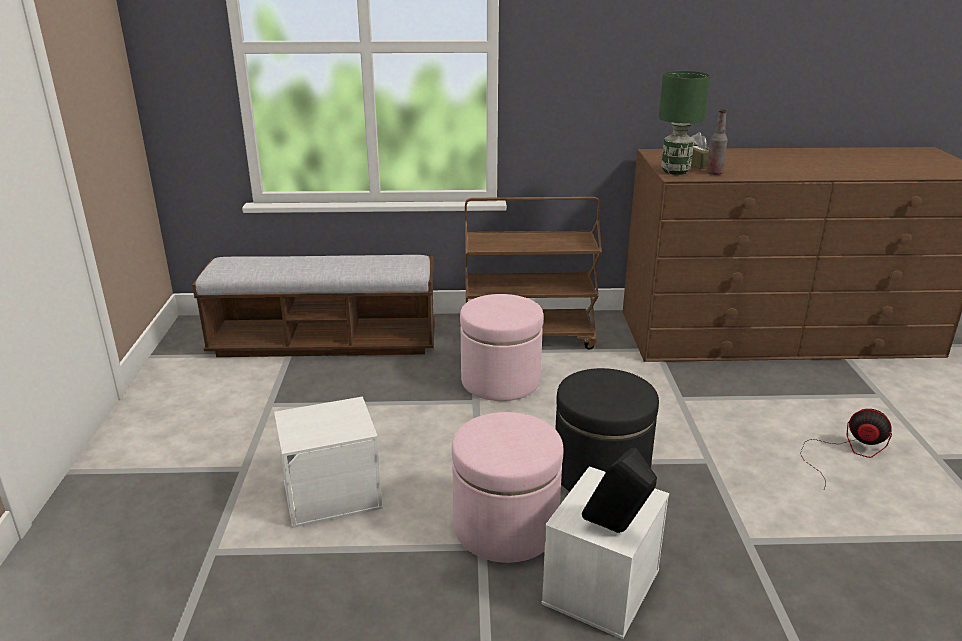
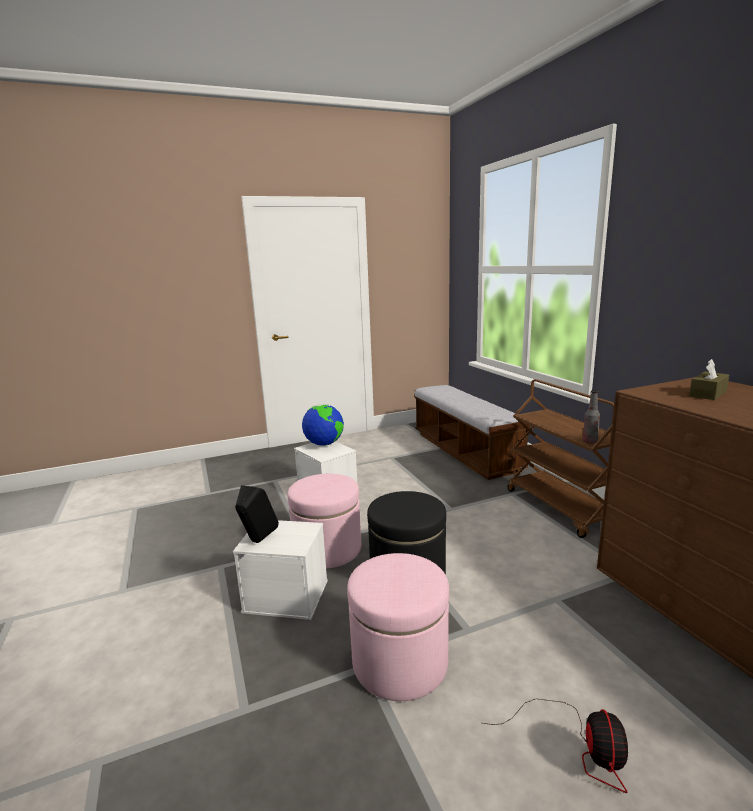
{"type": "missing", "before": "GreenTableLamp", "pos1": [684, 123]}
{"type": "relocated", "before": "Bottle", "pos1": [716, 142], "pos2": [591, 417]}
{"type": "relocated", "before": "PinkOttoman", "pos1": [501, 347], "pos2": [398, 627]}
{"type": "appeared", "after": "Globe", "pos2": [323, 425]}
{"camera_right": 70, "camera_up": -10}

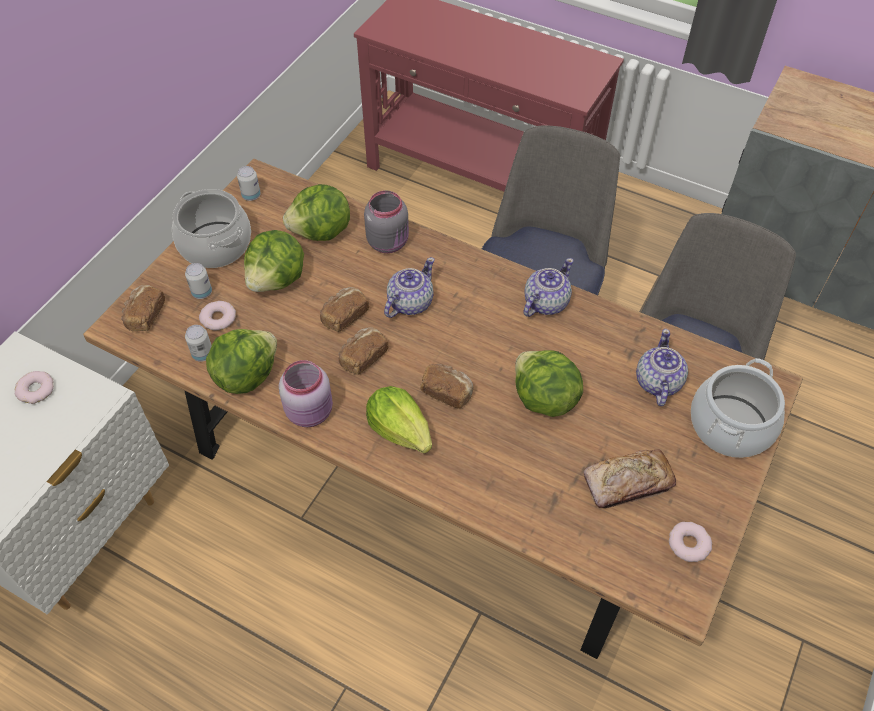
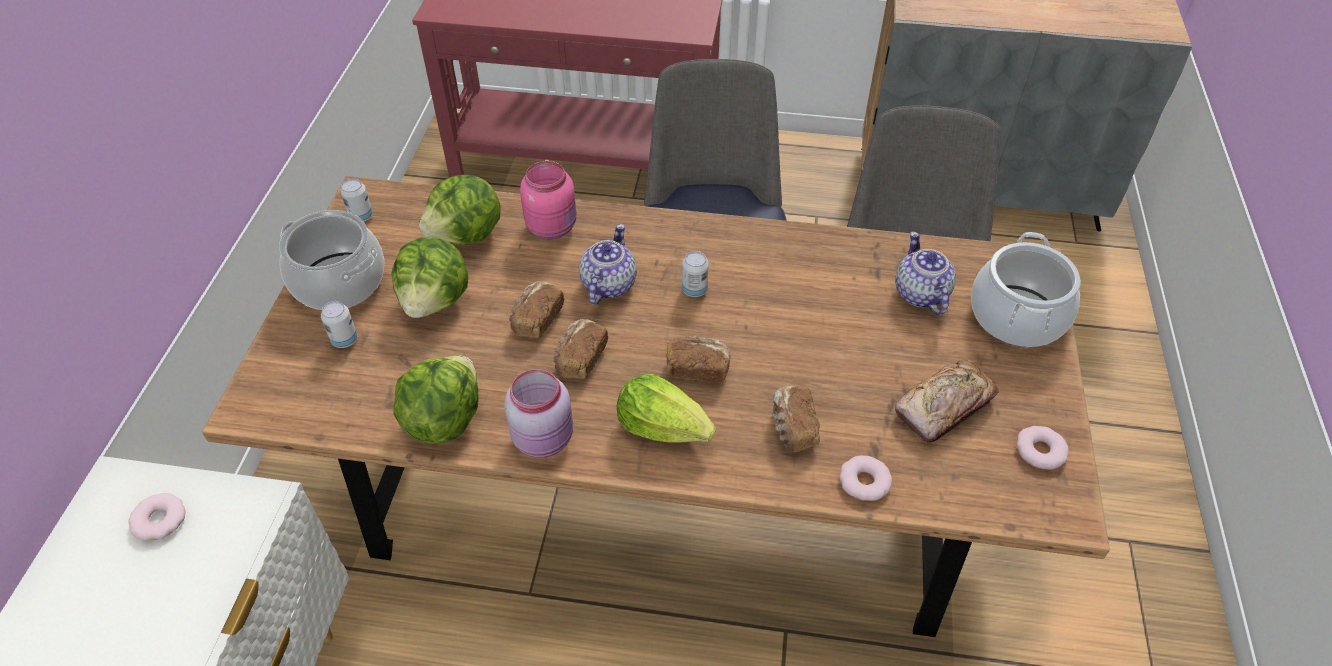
{"type": "colour", "before": "GreyJar", "after": "PinkJar", "pos1": [386, 221], "pos2": [548, 200]}
{"type": "missing", "before": "Teapot", "pos1": [548, 287]}
{"type": "relocated", "before": "Bread", "pos1": [143, 308], "pos2": [796, 419]}
{"type": "relocated", "before": "Donut", "pos1": [217, 316], "pos2": [865, 478]}
{"type": "relocated", "before": "Can", "pos1": [198, 343], "pos2": [695, 274]}
{"type": "missing", "before": "Lettuce", "pos1": [549, 383]}
{"camera_right": -20, "camera_up": -5}

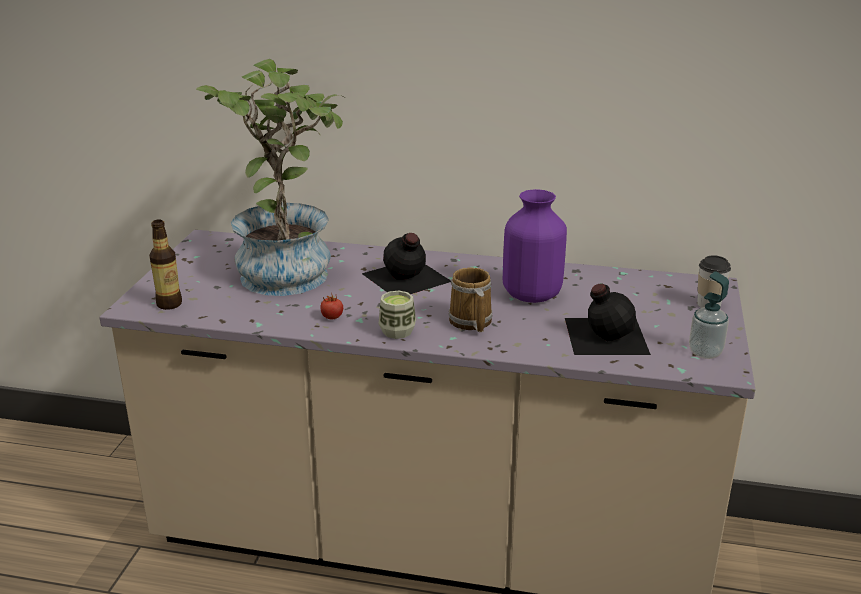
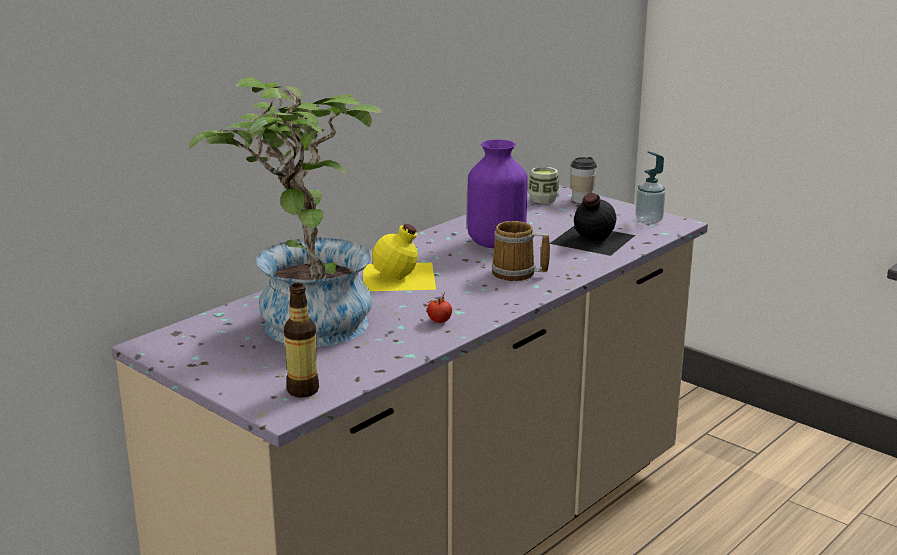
{"type": "colour", "before": "BlackBottle", "after": "YellowBottle", "pos1": [406, 263], "pos2": [399, 257]}
{"type": "relocated", "before": "Cup", "pos1": [397, 315], "pos2": [543, 185]}
{"camera_right": -60, "camera_up": -5}

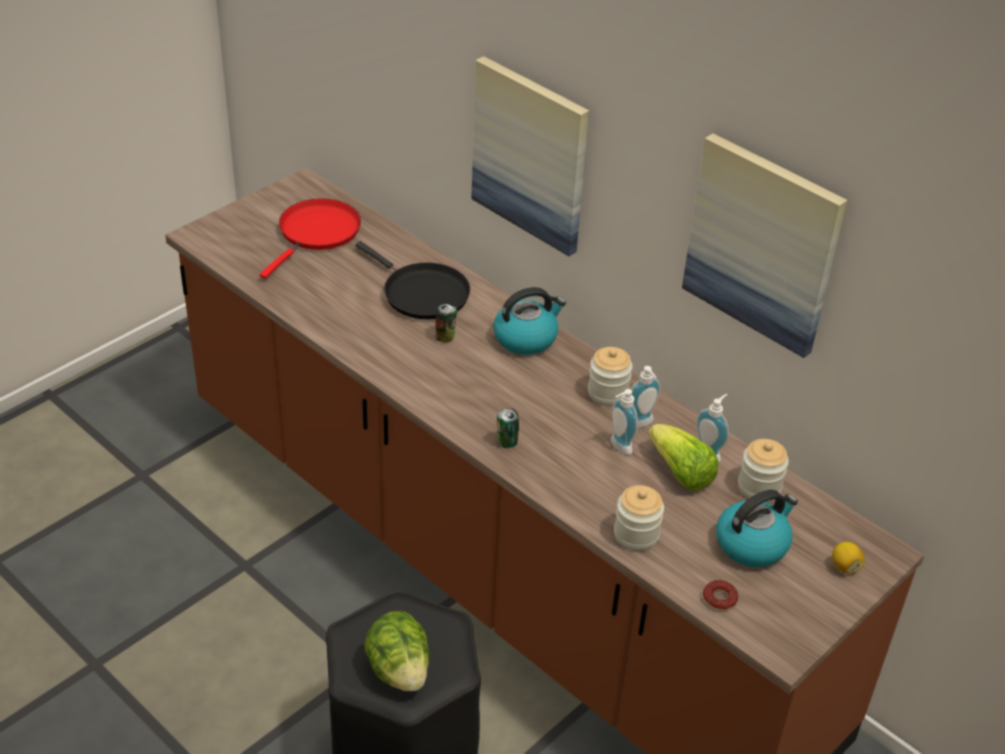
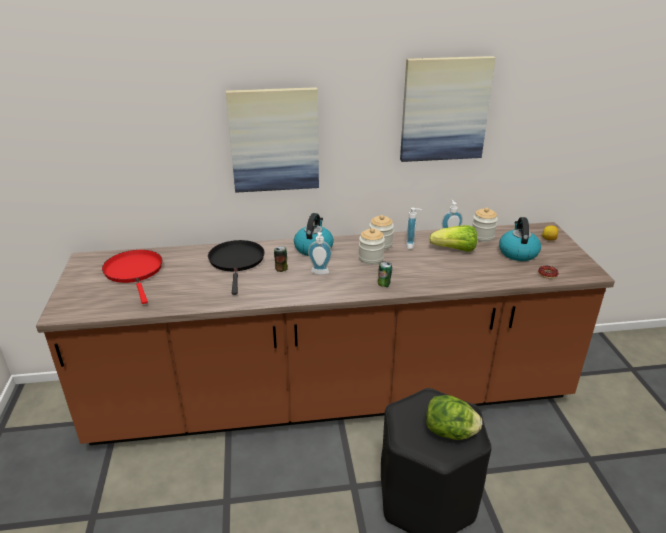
{"type": "spun", "before": "BlackFryingPan", "pos1": [412, 280], "pos2": [236, 267], "turn": -90}
{"type": "relocated", "before": "SoapDispenser", "pos1": [624, 422], "pos2": [320, 253]}
{"type": "relocated", "before": "Jar", "pos1": [639, 518], "pos2": [372, 246]}
{"camera_right": -50, "camera_up": -10}

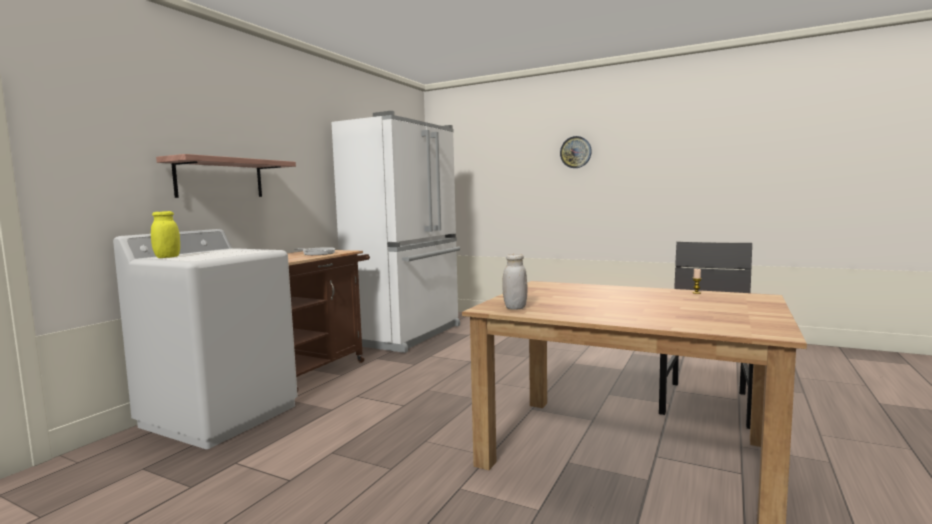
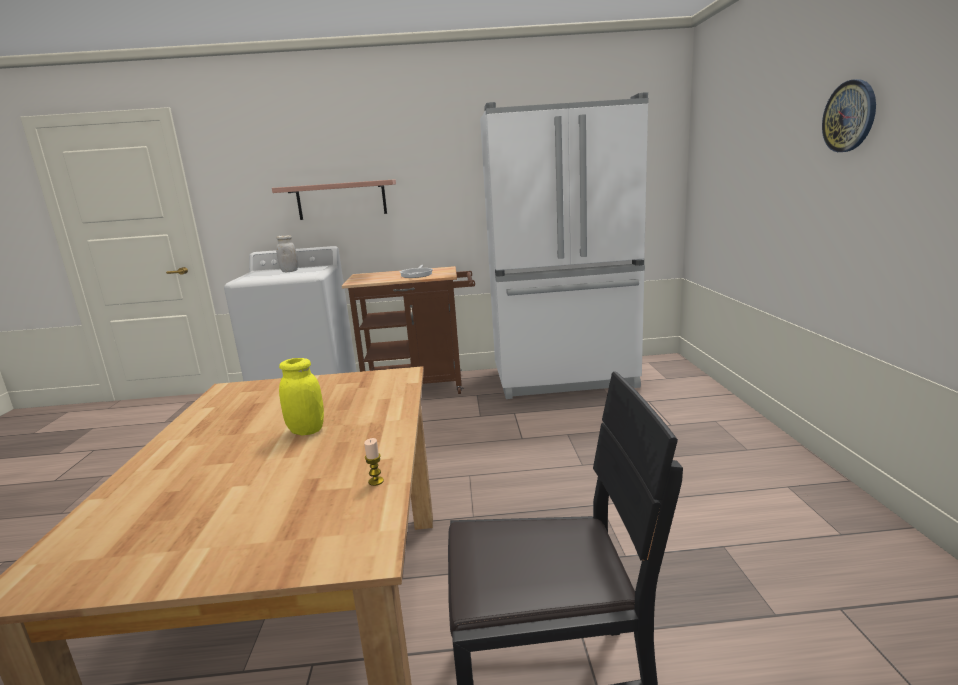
{"type": "relocated", "before": "YellowJar", "pos1": [165, 234], "pos2": [301, 397]}
{"type": "relocated", "before": "WhiteJar", "pos1": [514, 282], "pos2": [287, 253]}
{"camera_right": 60, "camera_up": 10}

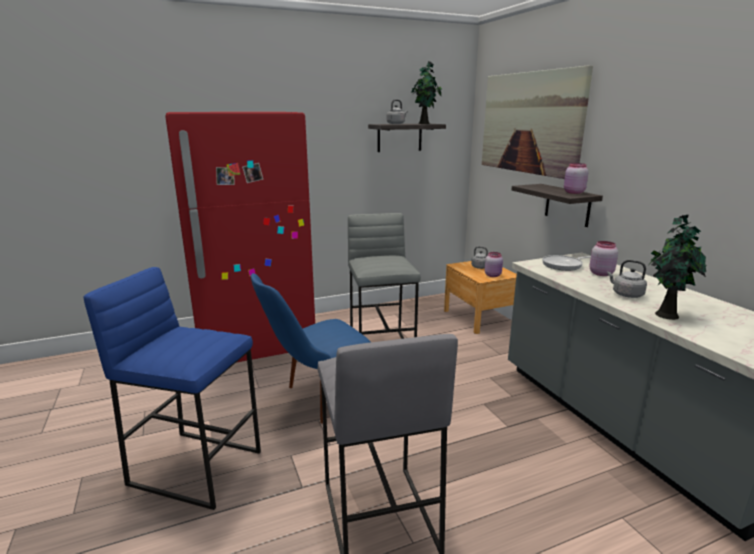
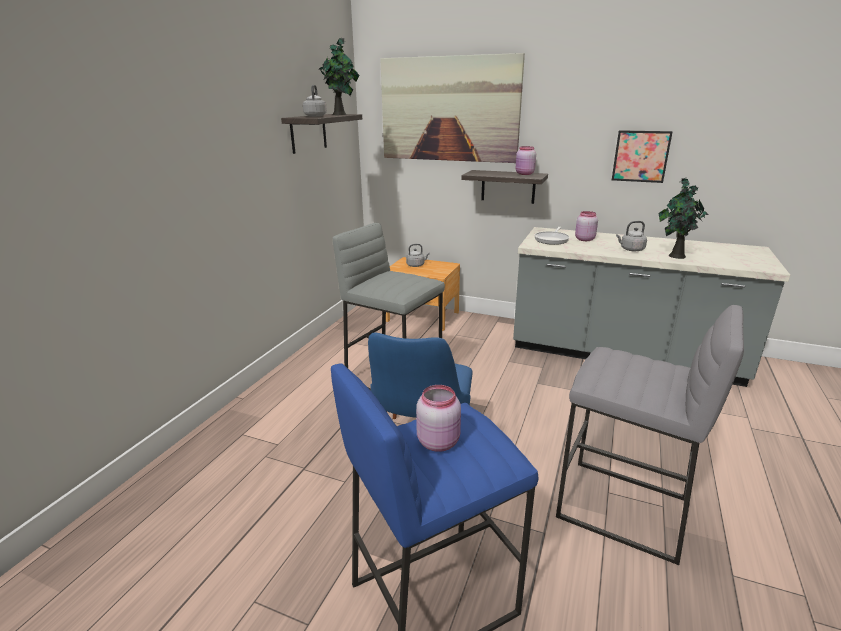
{"type": "missing", "before": "RedFridge", "pos1": [240, 237]}
{"type": "relocated", "before": "PinkJar", "pos1": [494, 264], "pos2": [438, 418]}
{"type": "appeared", "after": "Picture", "pos2": [642, 156]}
{"camera_right": -45, "camera_up": 5}

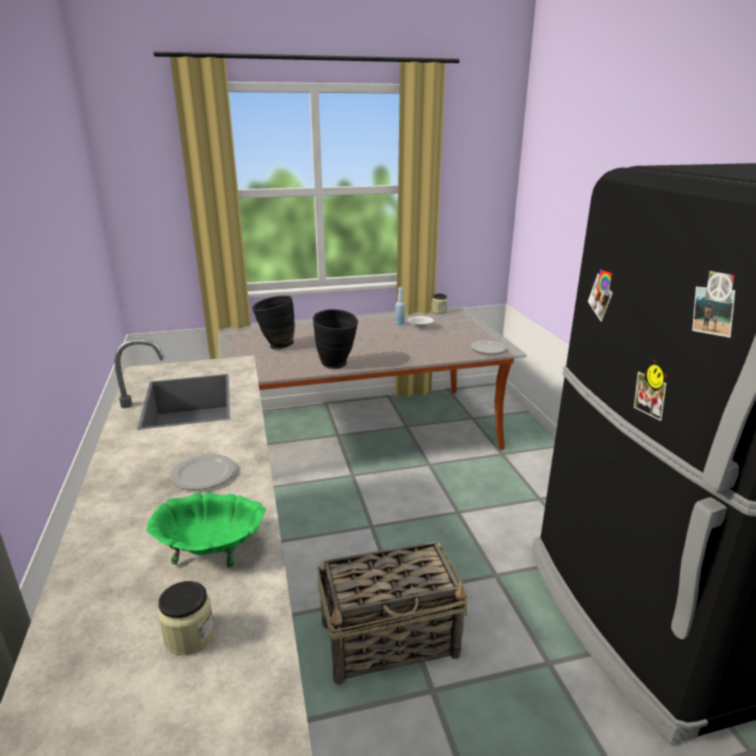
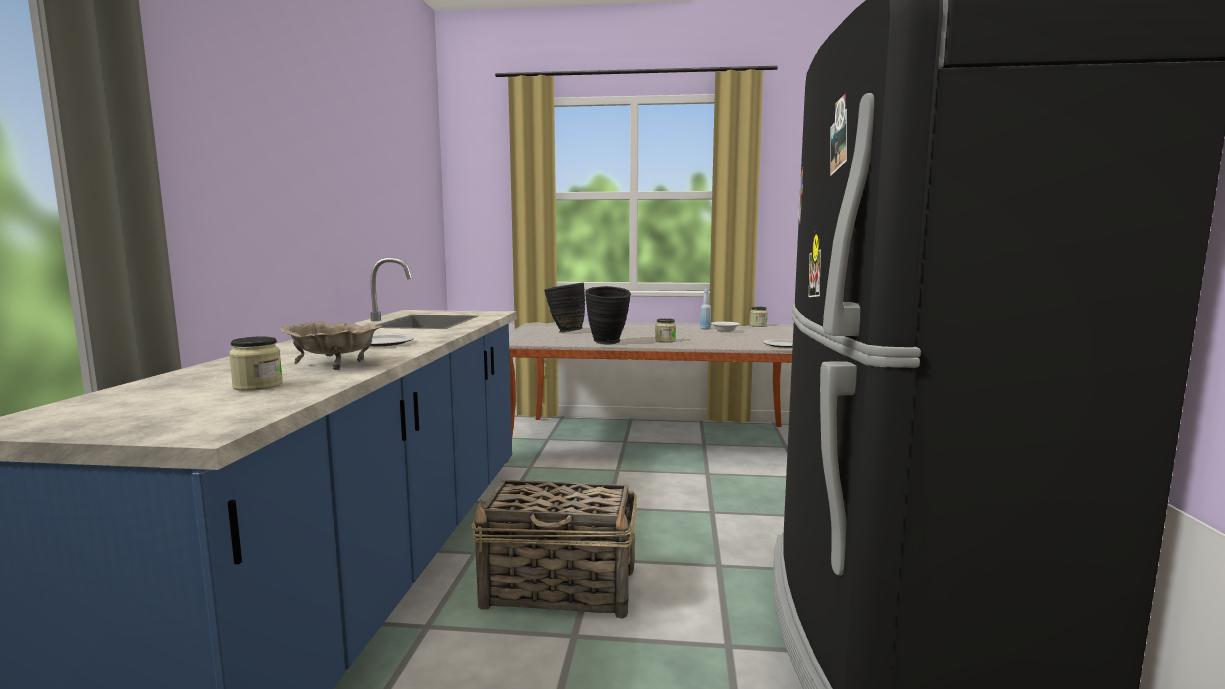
{"type": "colour", "before": "GreenBowl", "after": "BeigeBowl", "pos1": [206, 530], "pos2": [331, 345]}
{"type": "appeared", "after": "Jar", "pos2": [665, 330]}
{"camera_right": 20, "camera_up": -15}

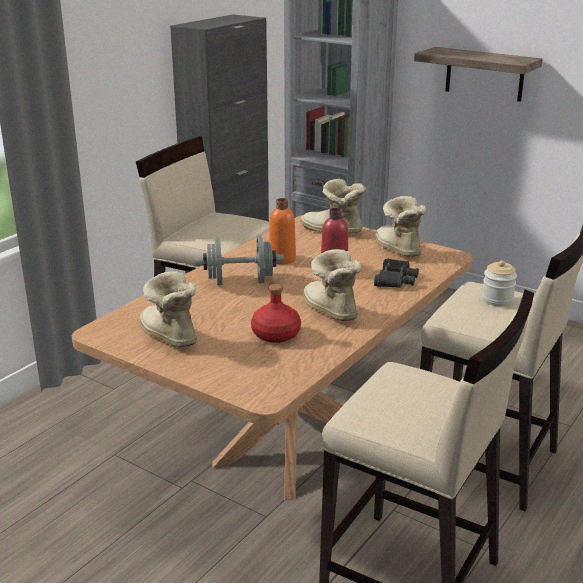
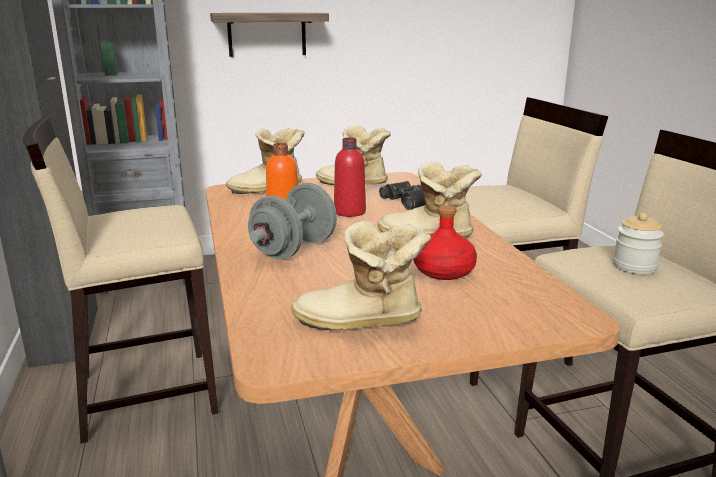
{"type": "relocated", "before": "Jar", "pos1": [499, 283], "pos2": [638, 243]}
{"camera_right": -50, "camera_up": -5}

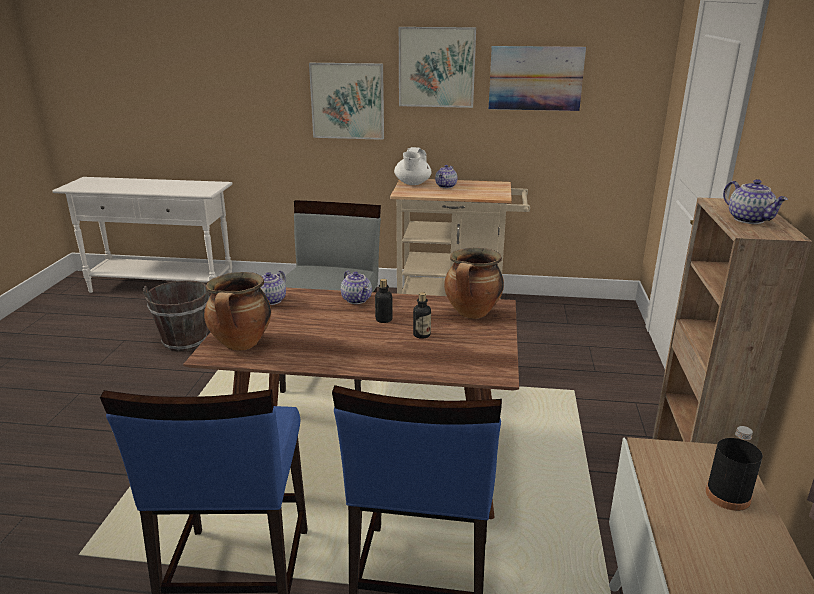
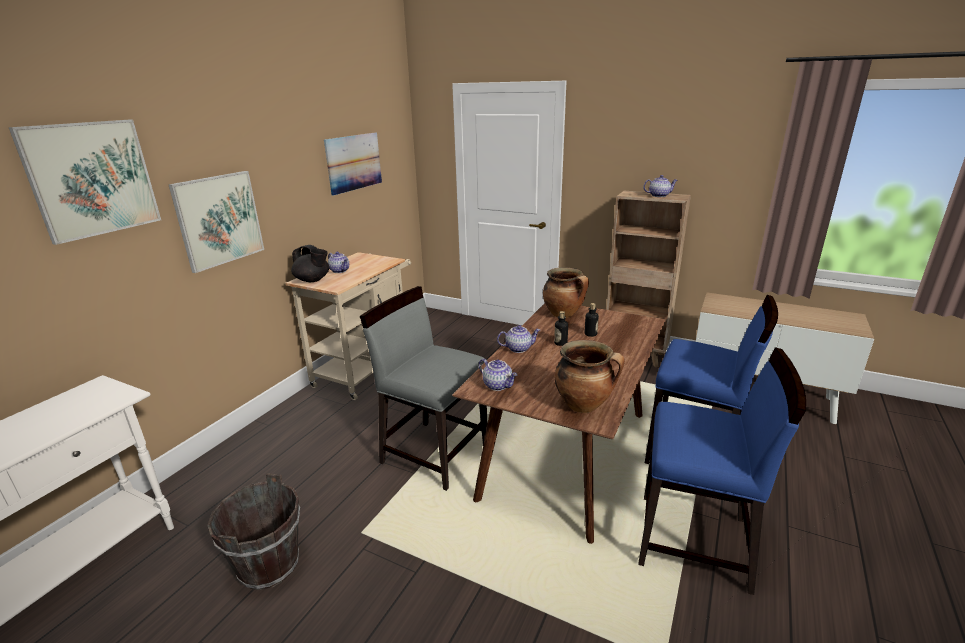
{"type": "relocated", "before": "Picture", "pos1": [437, 67], "pos2": [84, 182]}
{"type": "colour", "before": "WhiteTeapot", "after": "BlackTeapot", "pos1": [412, 166], "pos2": [310, 263]}
{"type": "missing", "before": "BlackBottle", "pos1": [734, 468]}
{"camera_right": -70, "camera_up": 0}

